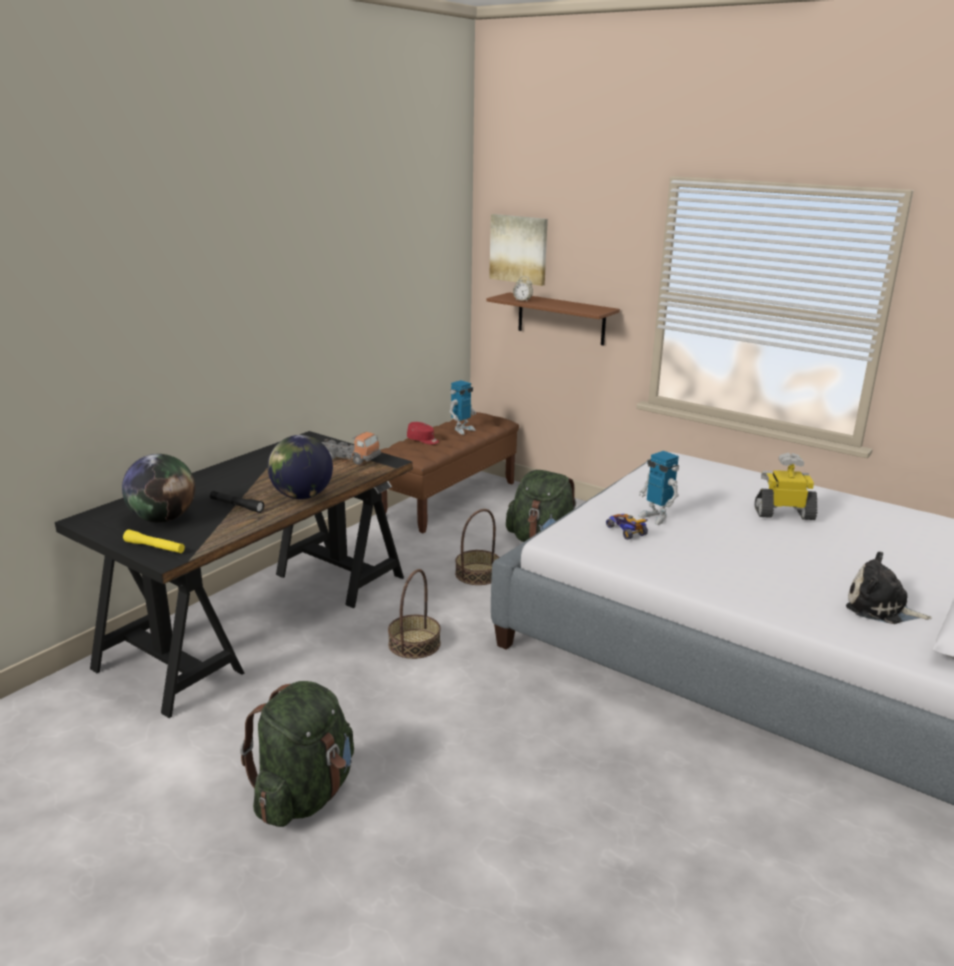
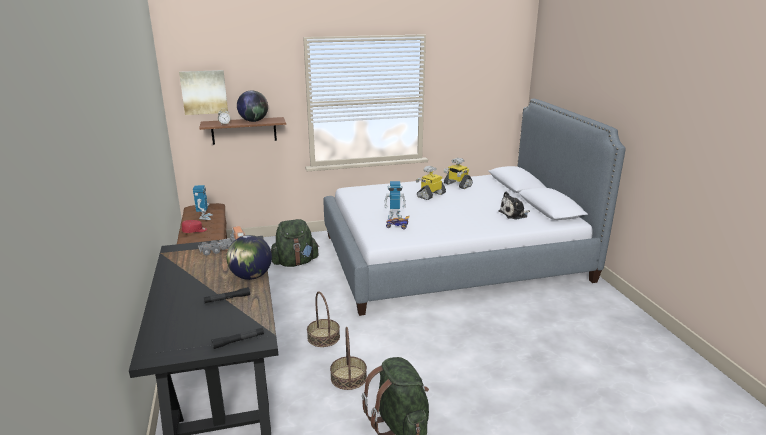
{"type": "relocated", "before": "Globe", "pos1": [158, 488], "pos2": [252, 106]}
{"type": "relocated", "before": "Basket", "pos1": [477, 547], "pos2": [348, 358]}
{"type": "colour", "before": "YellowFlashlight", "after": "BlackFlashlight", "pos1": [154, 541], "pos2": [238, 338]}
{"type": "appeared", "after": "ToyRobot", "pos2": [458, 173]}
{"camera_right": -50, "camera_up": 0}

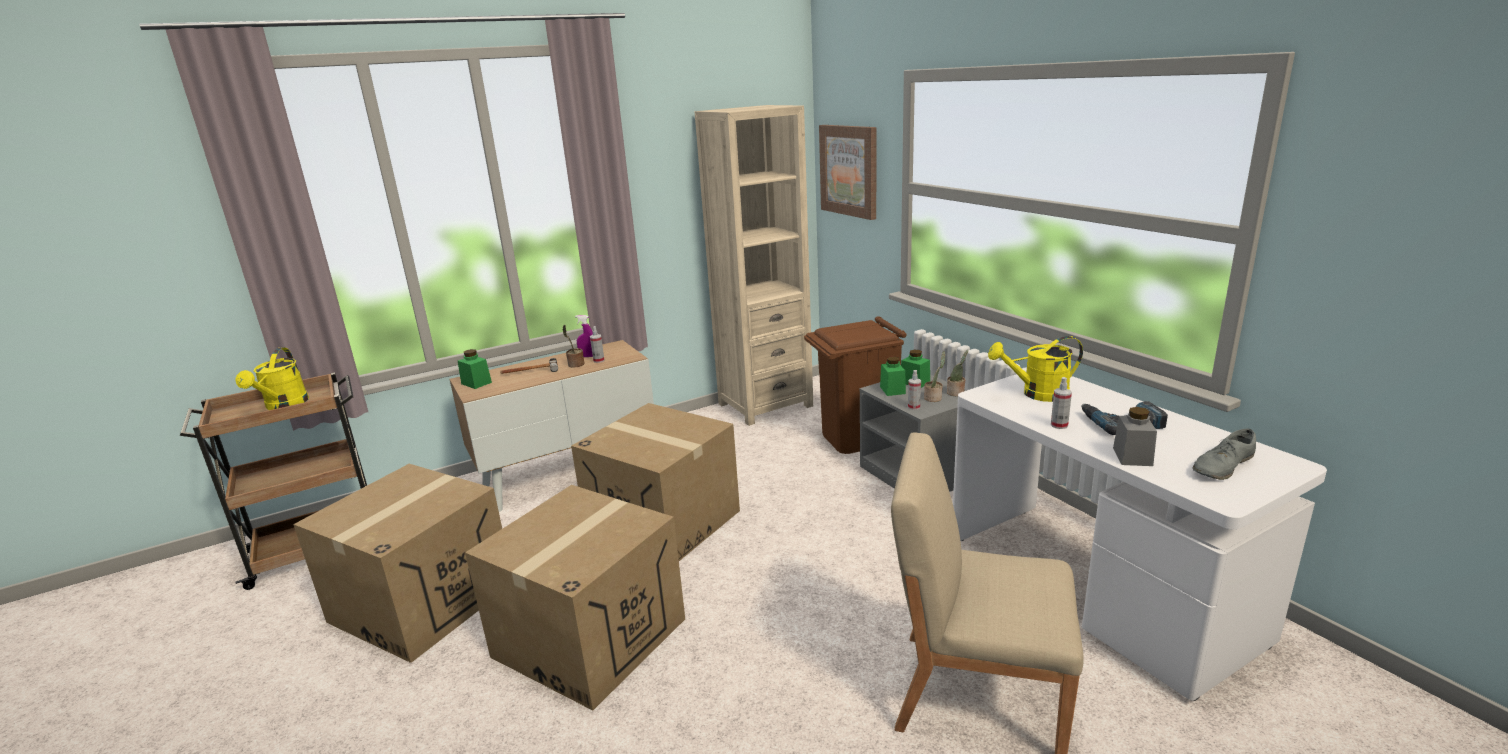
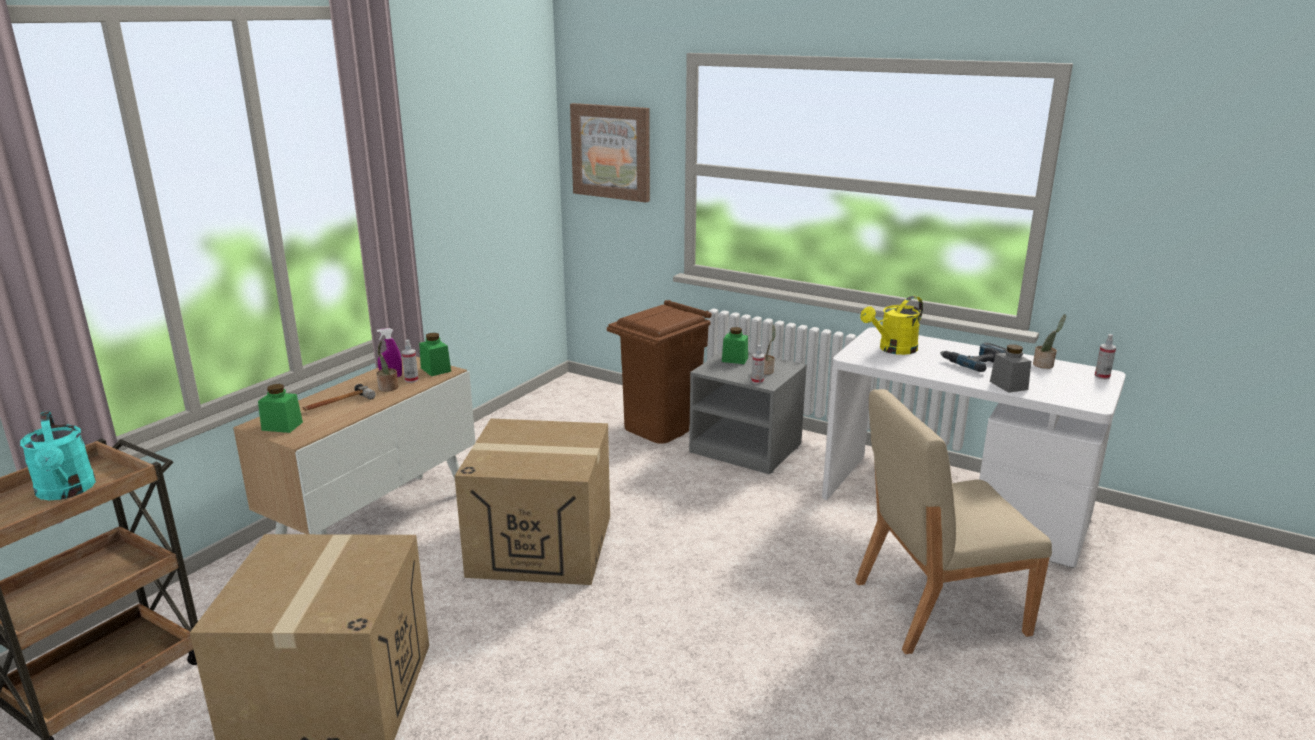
{"type": "missing", "before": "BeigeBookcase", "pos1": [754, 265]}
{"type": "colour", "before": "YellowWateringCan", "after": "TurquoiseWateringCan", "pos1": [272, 378], "pos2": [58, 455]}
{"type": "relocated", "before": "PottedPlant", "pos1": [957, 373], "pos2": [1049, 341]}
{"type": "relocated", "before": "GreenJar", "pos1": [893, 376], "pos2": [435, 354]}
{"type": "relocated", "before": "SprayBottle", "pos1": [1061, 403], "pos2": [1105, 357]}
{"type": "missing", "before": "GreyShoe", "pos1": [1224, 454]}
{"type": "missing", "before": "CardboardBox", "pos1": [575, 597]}
{"camera_right": -30, "camera_up": 0}

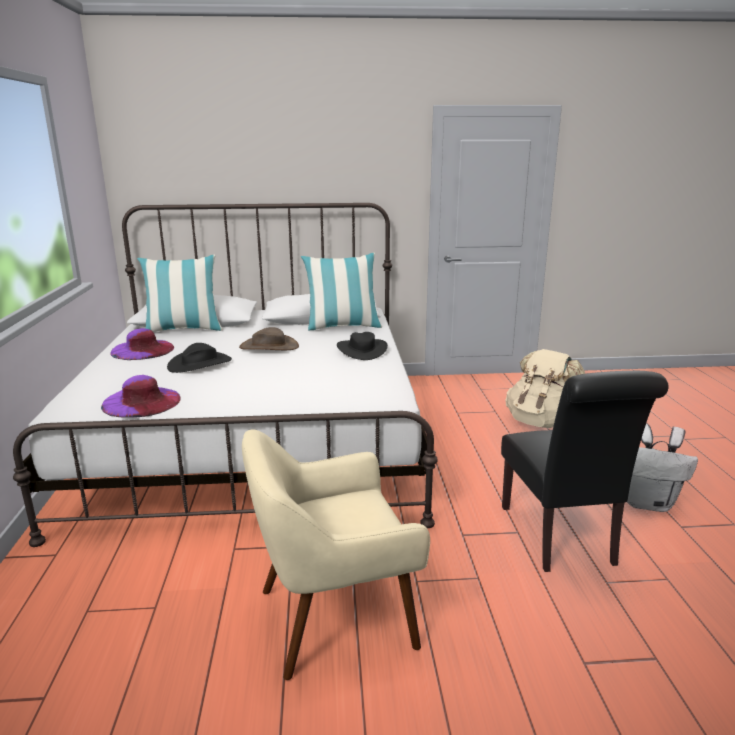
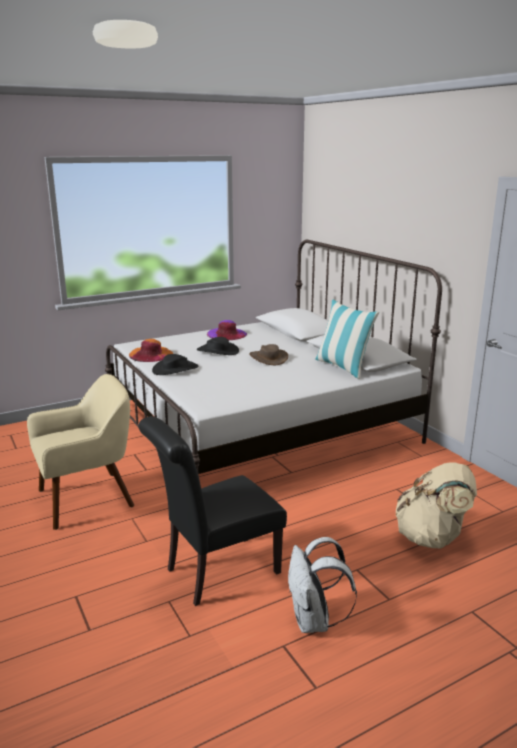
{"type": "missing", "before": "Pillow", "pos1": [180, 293]}
{"type": "relocated", "before": "BlackHat", "pos1": [362, 346], "pos2": [175, 364]}
{"type": "colour", "before": "PurpleHat", "after": "OrangeHat", "pos1": [141, 396], "pos2": [151, 350]}
{"type": "spun", "before": "BeigeArmchair", "pos1": [336, 554], "pos2": [80, 452], "turn": 105}
{"camera_right": 65, "camera_up": 0}

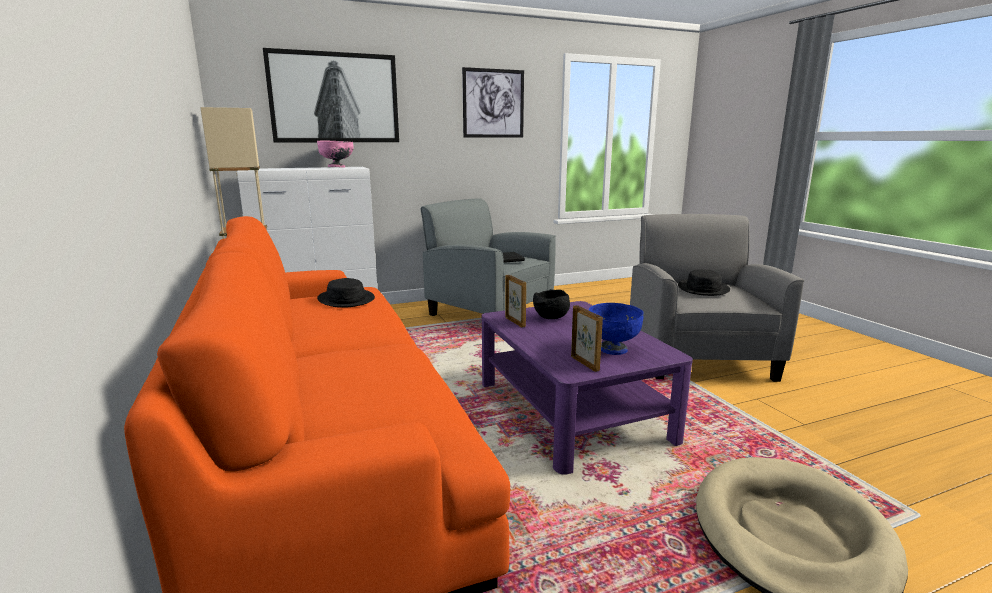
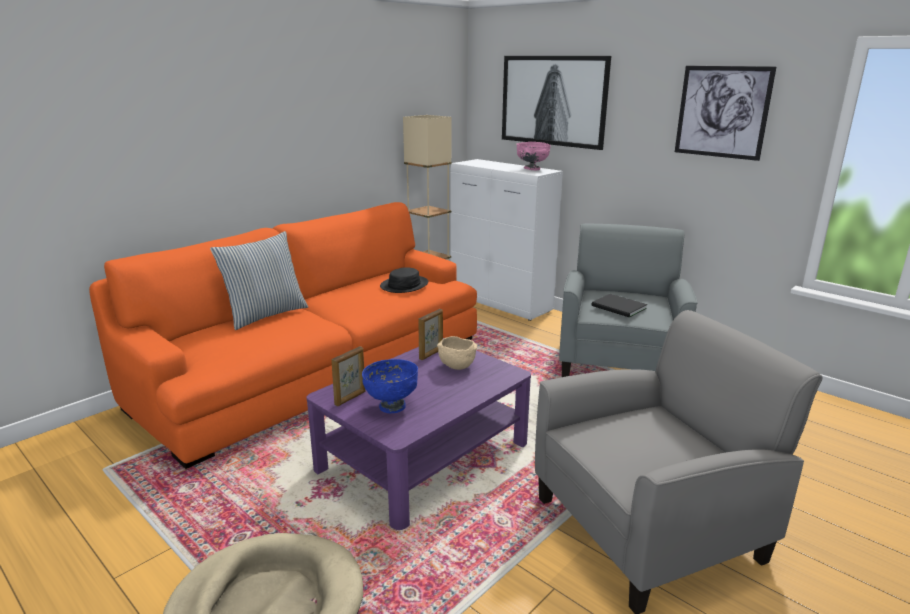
{"type": "missing", "before": "BlackHat", "pos1": [704, 283]}
{"type": "colour", "before": "BlackBowl", "after": "BeigeBowl", "pos1": [551, 304], "pos2": [457, 353]}
{"type": "appeared", "after": "Pillow", "pos2": [259, 280]}
{"camera_right": 65, "camera_up": 5}

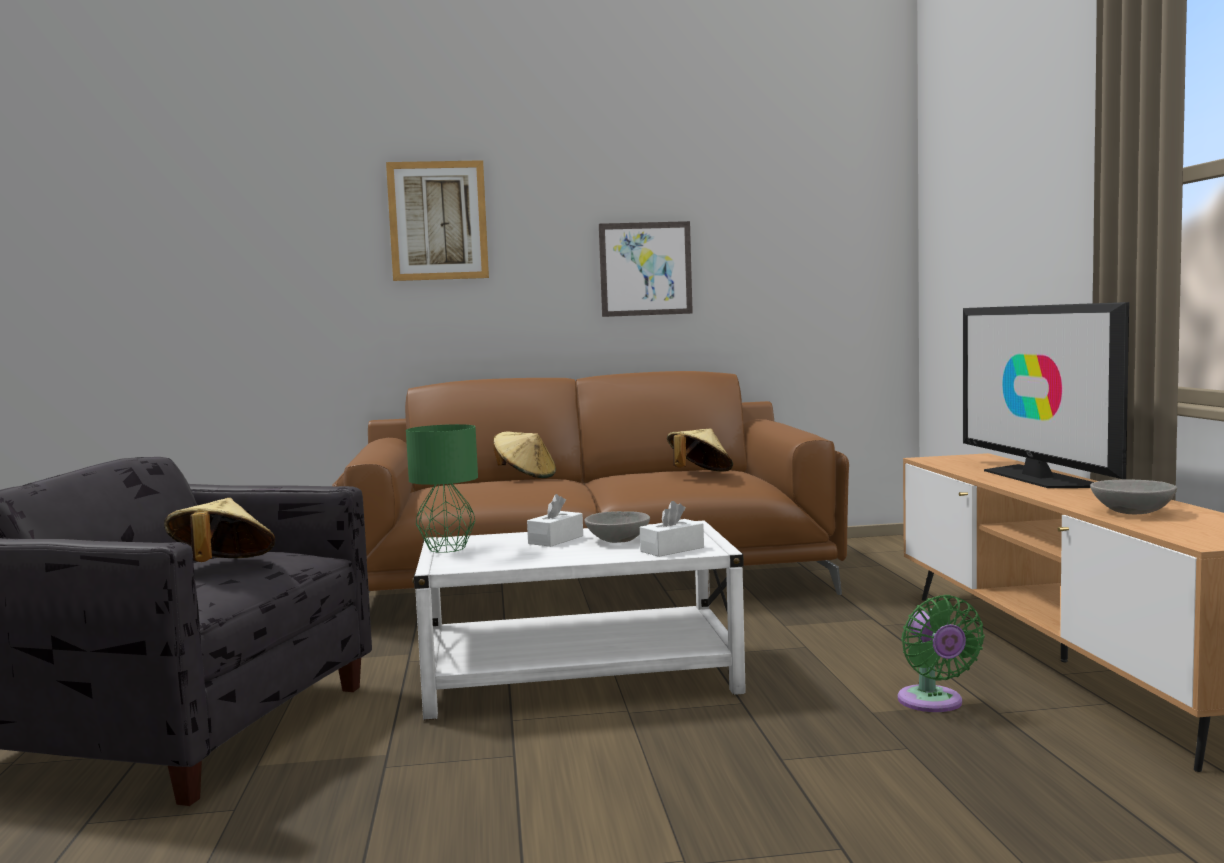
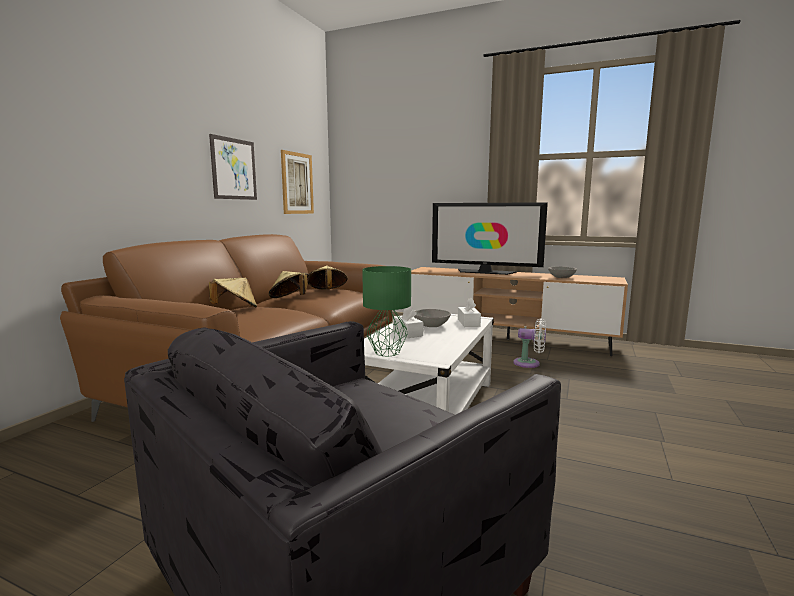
{"type": "relocated", "before": "Picture", "pos1": [437, 220], "pos2": [297, 182]}
{"type": "relocated", "before": "BeigeHat", "pos1": [219, 530], "pos2": [289, 284]}
{"type": "colour", "before": "GreenFan", "after": "WhiteFan", "pos1": [941, 653], "pos2": [529, 343]}
{"camera_right": -60, "camera_up": 5}

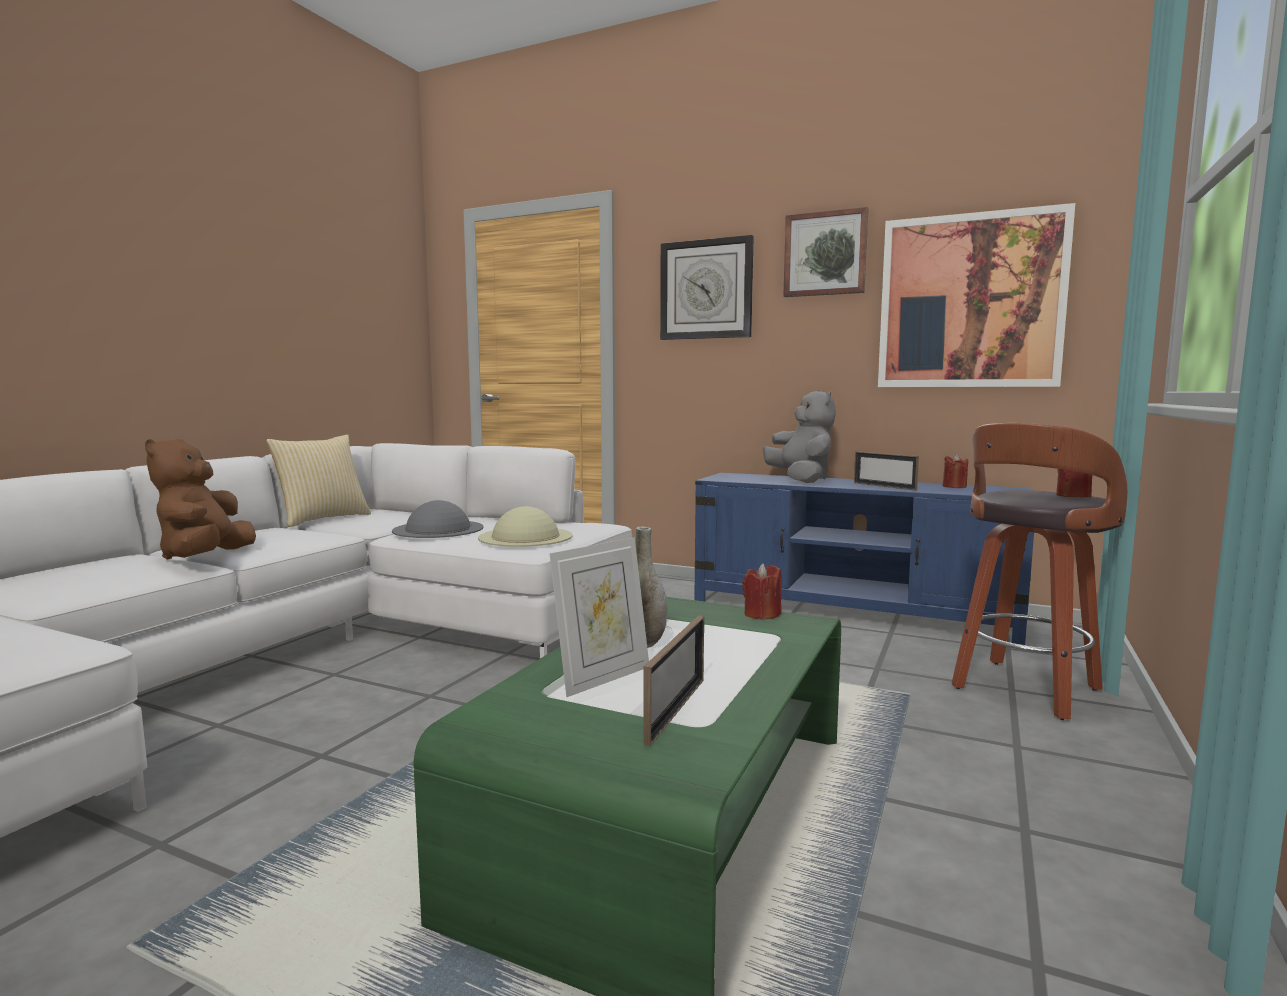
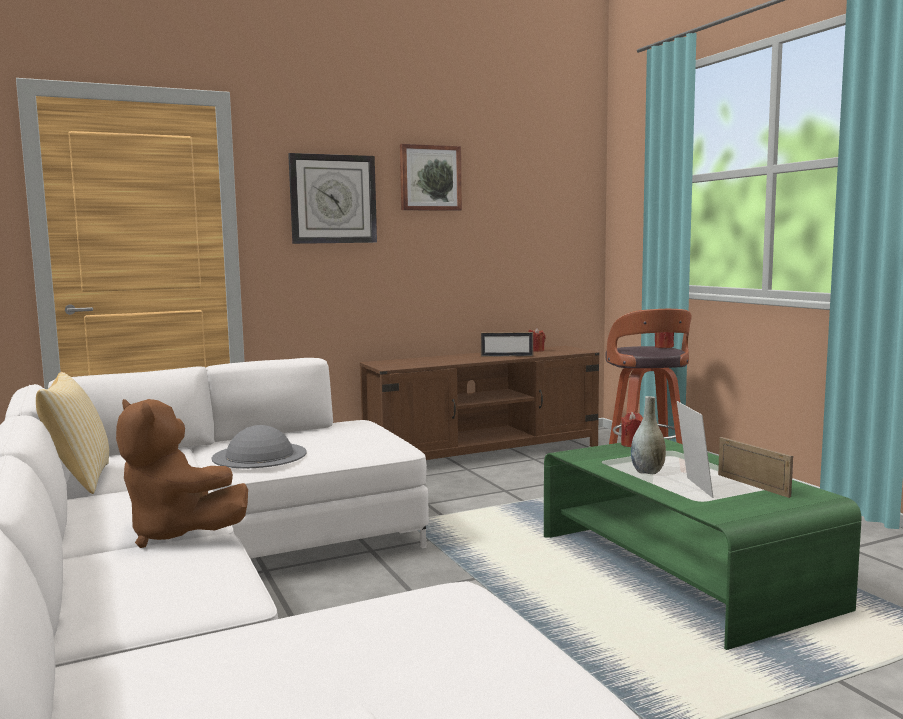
{"type": "missing", "before": "Picture", "pos1": [976, 295]}
{"type": "missing", "before": "GreyPlushToy", "pos1": [799, 436]}
{"type": "colour", "before": "BlueTvStand", "after": "BrownTvStand", "pos1": [864, 559], "pos2": [479, 403]}
{"type": "missing", "before": "BeigeHat", "pos1": [525, 526]}
{"camera_right": -50, "camera_up": 0}

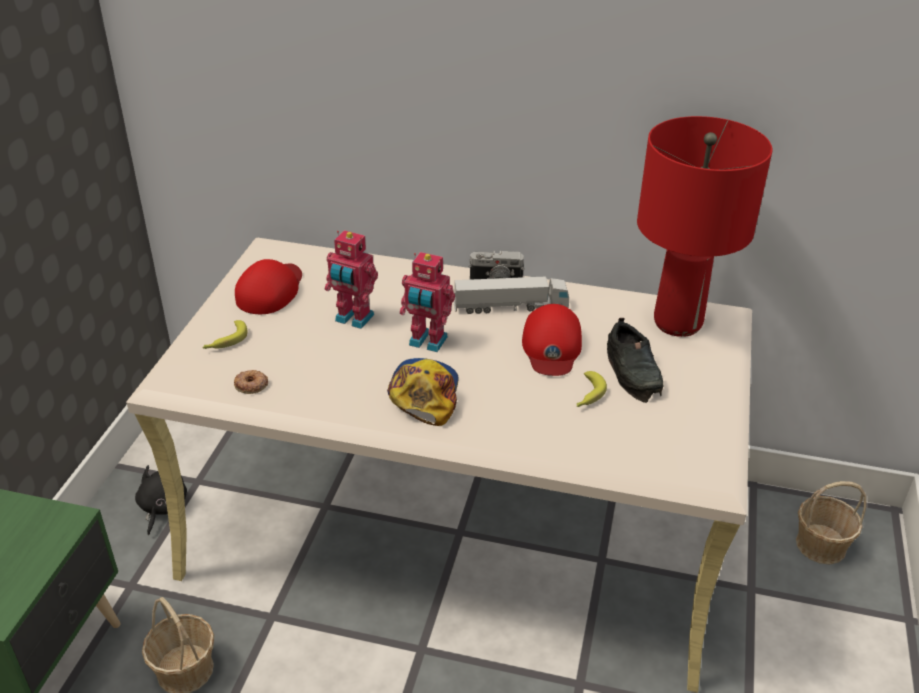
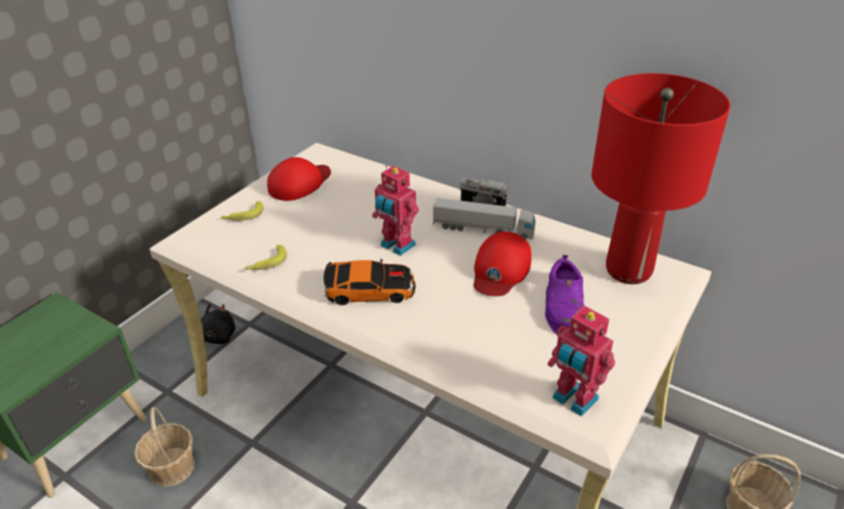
{"type": "relocated", "before": "ToyRobot", "pos1": [351, 279], "pos2": [581, 361]}
{"type": "colour", "before": "BlackShoe", "after": "PurpleShoe", "pos1": [635, 360], "pos2": [564, 295]}
{"type": "exchanged", "before": "Cap", "after": "ToyCar", "pos1": [423, 392], "pos2": [369, 282]}
{"type": "missing", "before": "Donut", "pos1": [251, 382]}
{"type": "relocated", "before": "Banana", "pos1": [592, 389], "pos2": [266, 257]}
{"camera_right": 20, "camera_up": 0}

